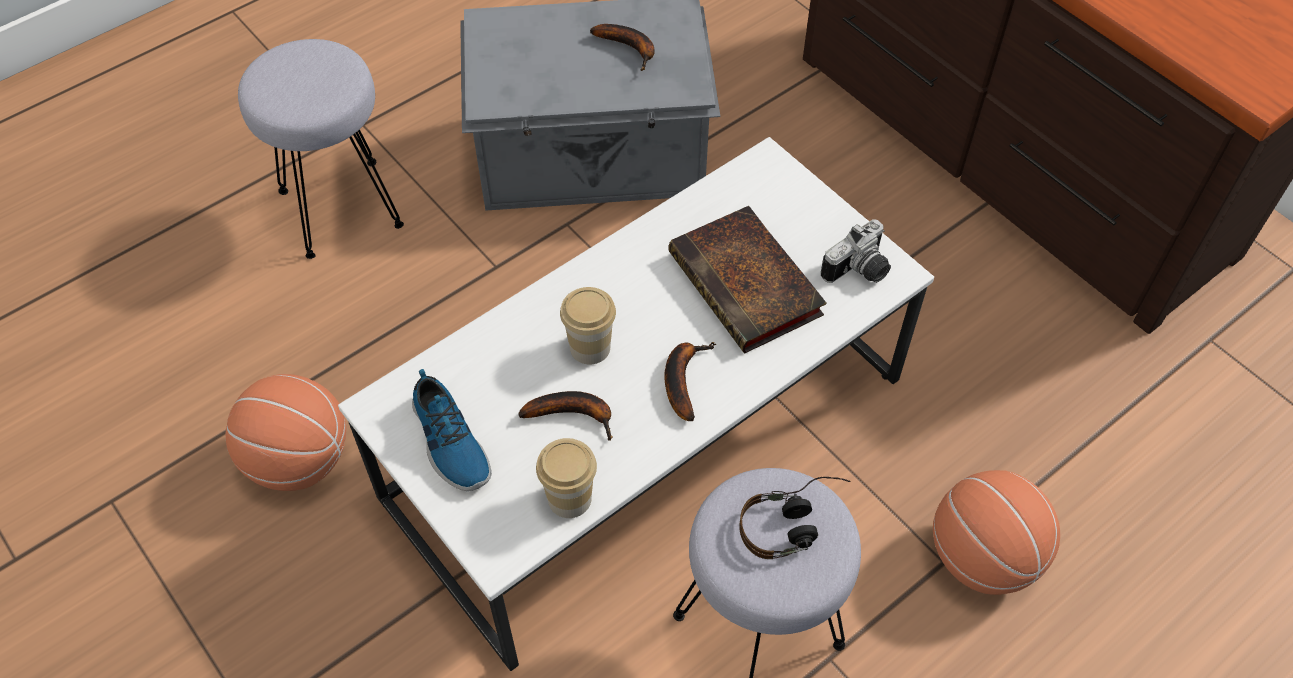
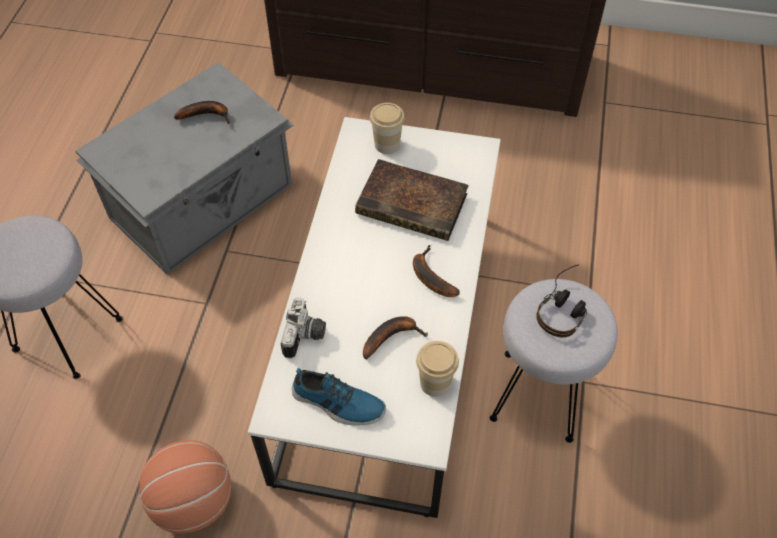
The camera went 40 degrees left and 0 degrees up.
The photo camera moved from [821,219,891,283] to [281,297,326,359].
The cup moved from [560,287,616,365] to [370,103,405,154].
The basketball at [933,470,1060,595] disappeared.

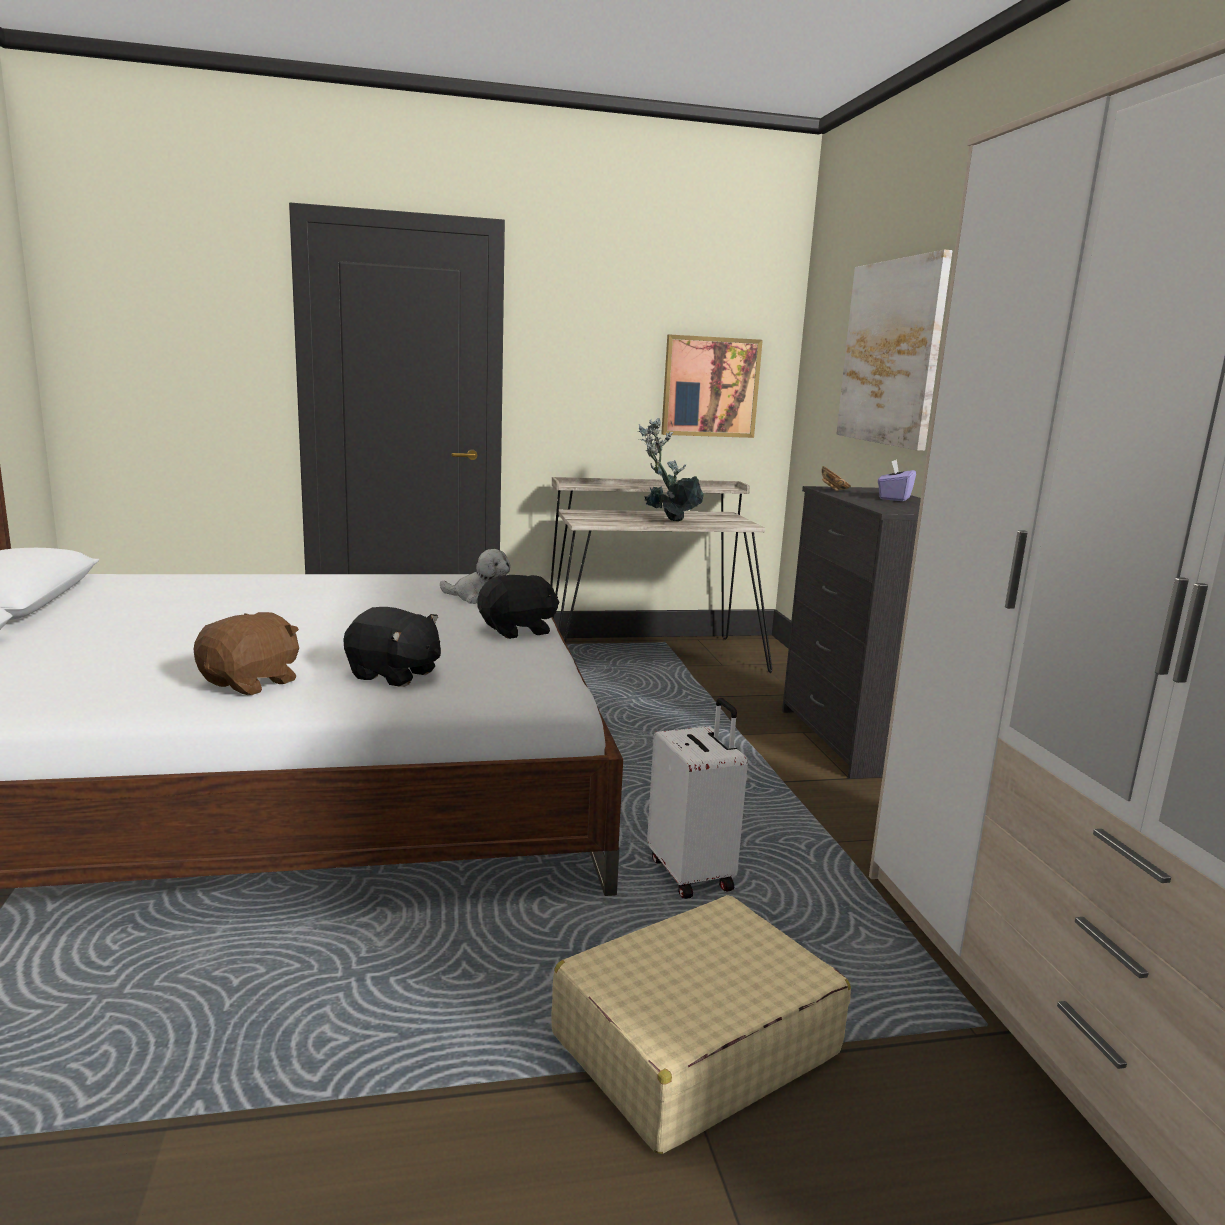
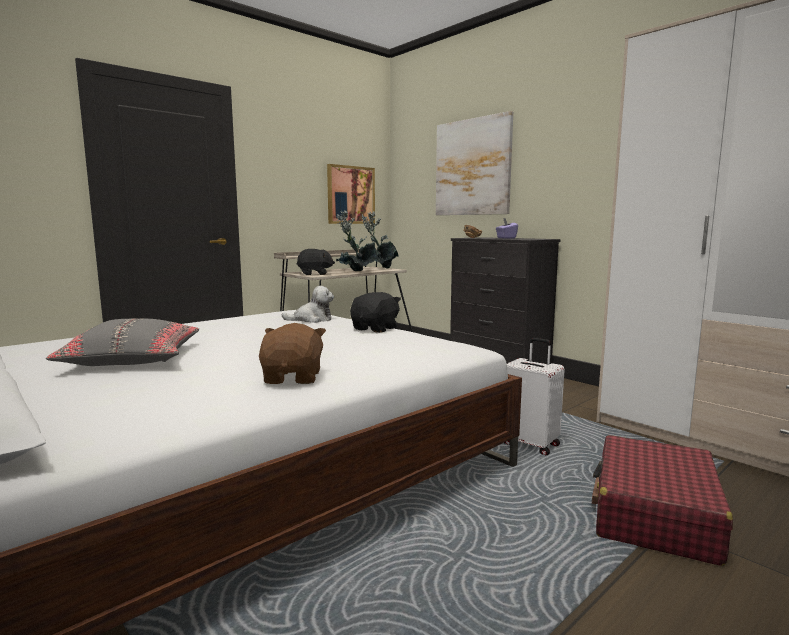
The camera went 30 degrees left and 5 degrees down.
The pillow (grey) at [46,319,199,366] appeared.
The plush toy (black) moved from [343,607,441,687] to [297,249,335,275].
The potted plant at [362,211,398,268] appeared.
The suitcase (beige) at [551,895,851,1154] became the suitcase (red) at [592,435,733,566].

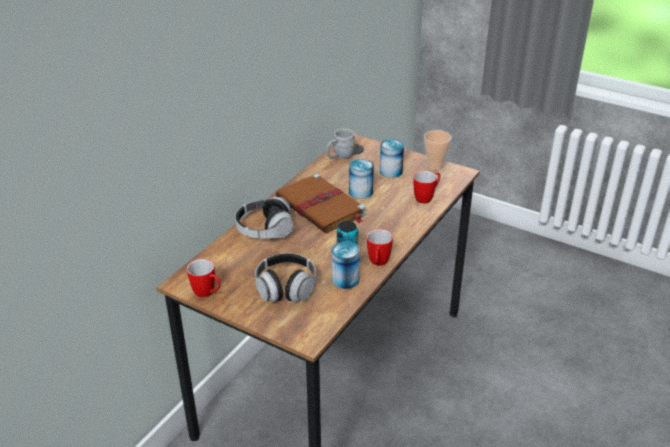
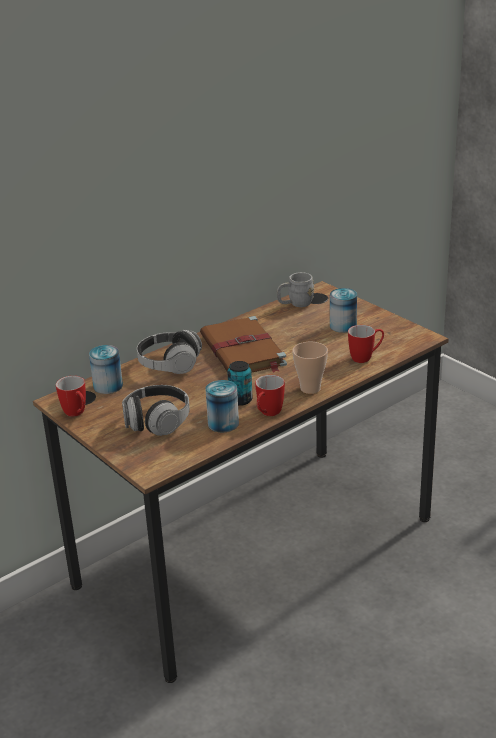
The camera went 20 degrees right and 5 degrees down.
The can moved from [349,159,374,199] to [89,345,123,394].
The cup moved from [424,130,451,170] to [292,342,328,394].

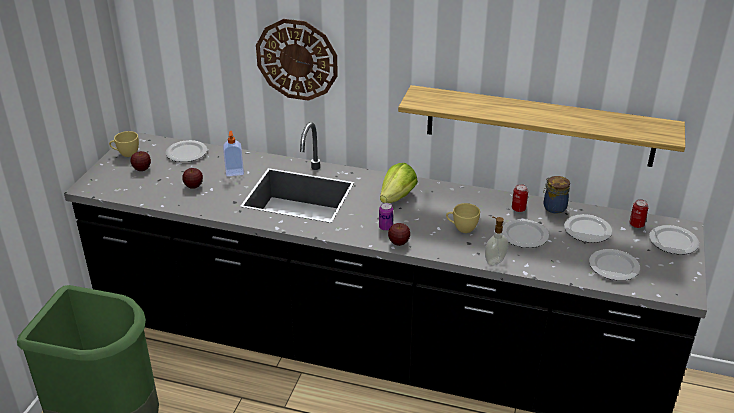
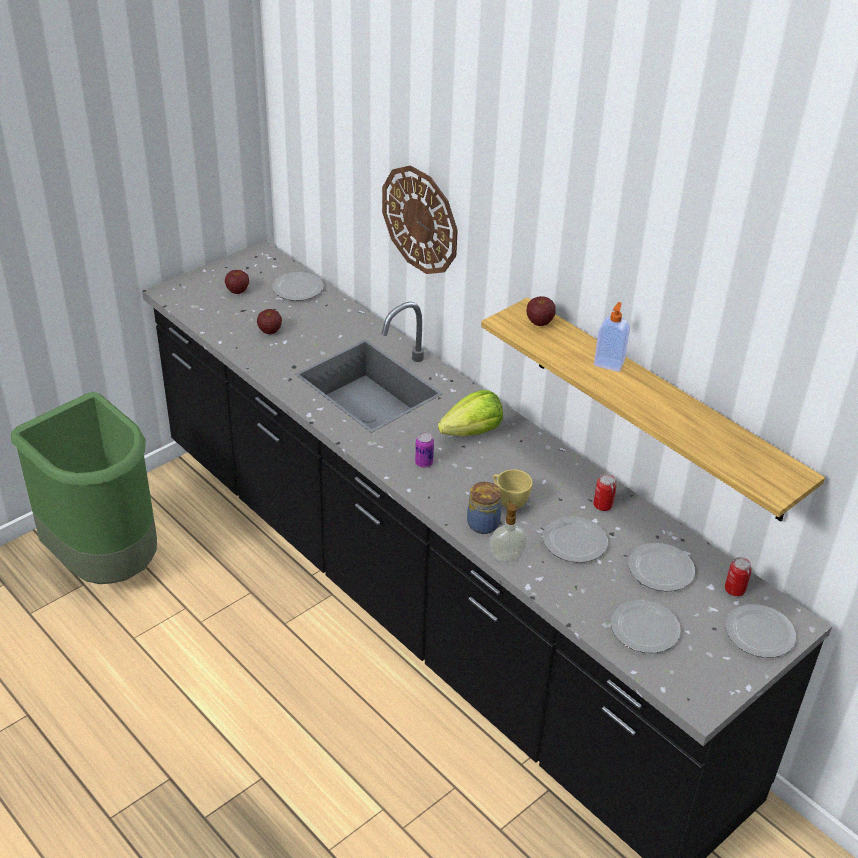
The camera went 30 degrees right and 5 degrees up.
The jar moved from [543,176,570,214] to [467,481,501,534].
The apple moved from [388,223,410,246] to [527,296,556,326].
The soap dispenser moved from [223,131,244,176] to [594,302,630,372].
The cup (yellow) at [109,131,139,157] disappeared.

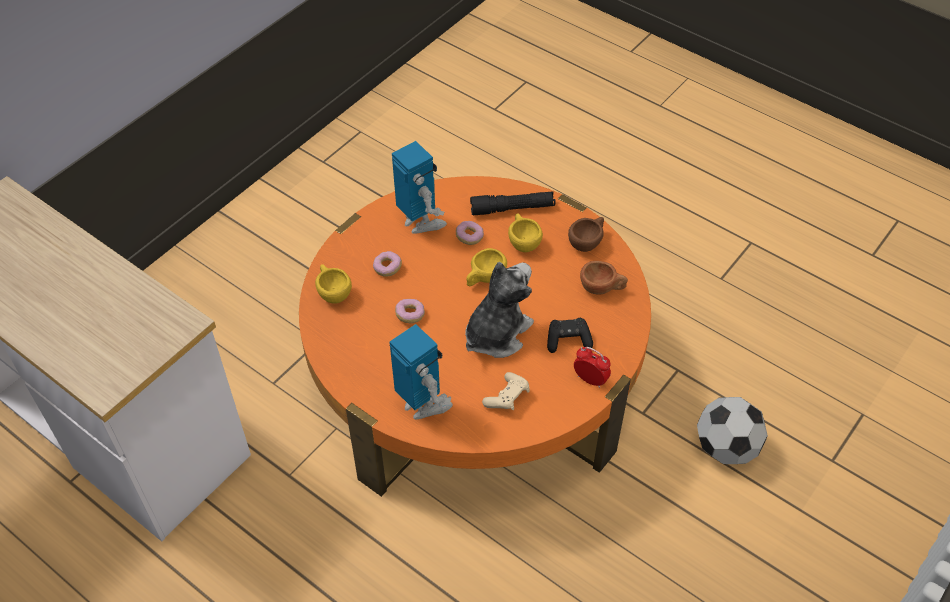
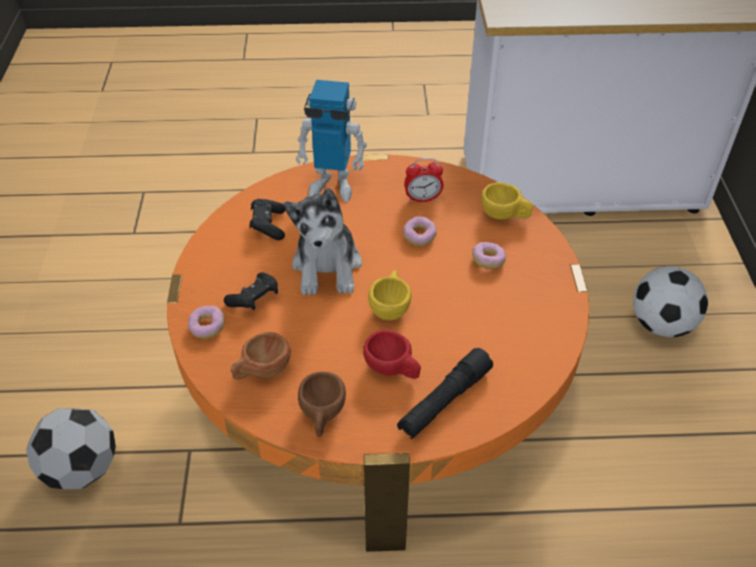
The camera went 140 degrees right and 5 degrees down.
The donut moved from [456,221,484,245] to [188,306,224,339].
The game controller (beige) at [482,372,529,410] became the game controller (black) at [250,199,285,240].
The cup (yellow) at [508,213,543,252] became the cup (red) at [363,330,421,379].
The alarm clock moved from [574,347,611,388] to [404,158,443,202].
The football at [633,266,708,337] appeared.
The toy robot at [392,141,447,234] disappeared.

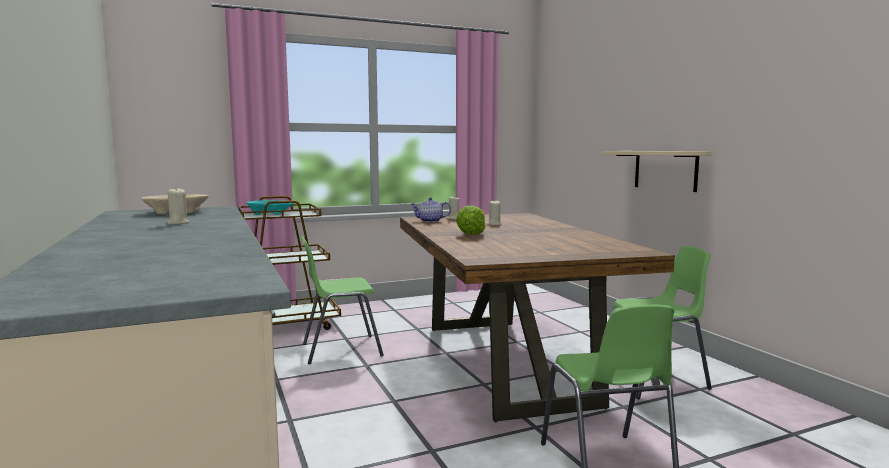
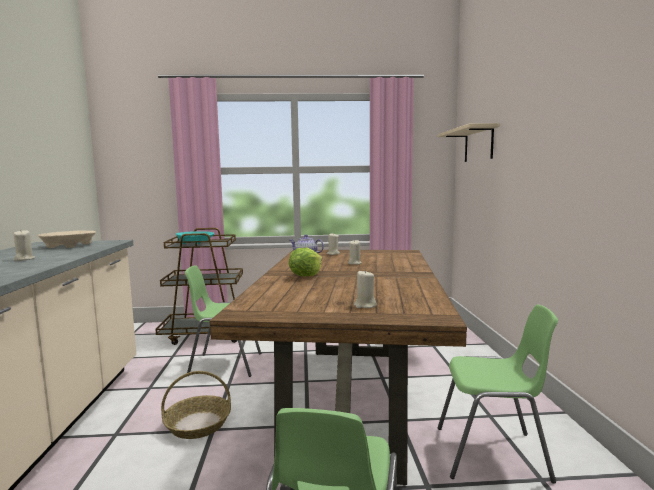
The camera went 20 degrees right and 0 degrees up.
The basket at [161,371,231,439] appeared.
The candle (beige) at [354,270,377,308] appeared.
The shelf (beige) moved from [602,151,712,192] to [438,123,500,162].

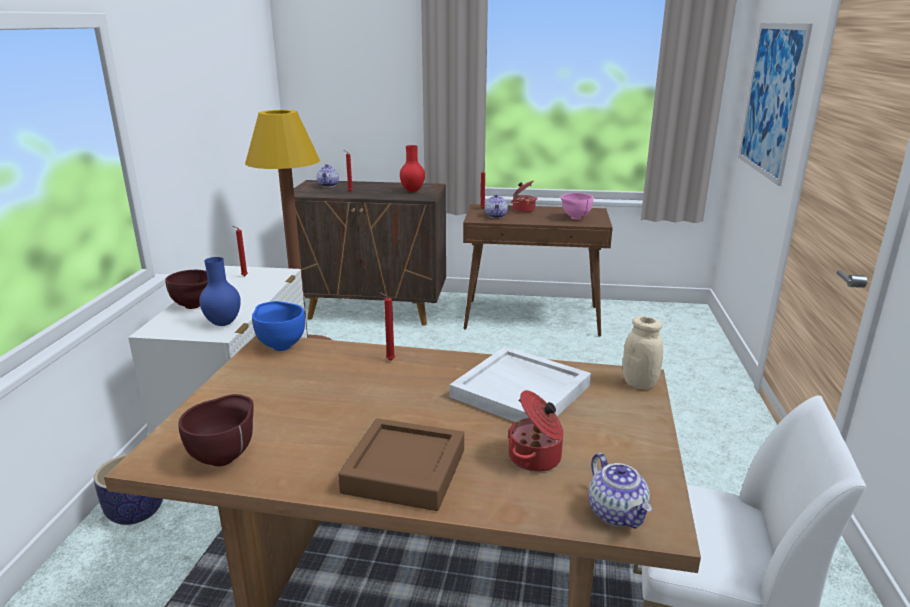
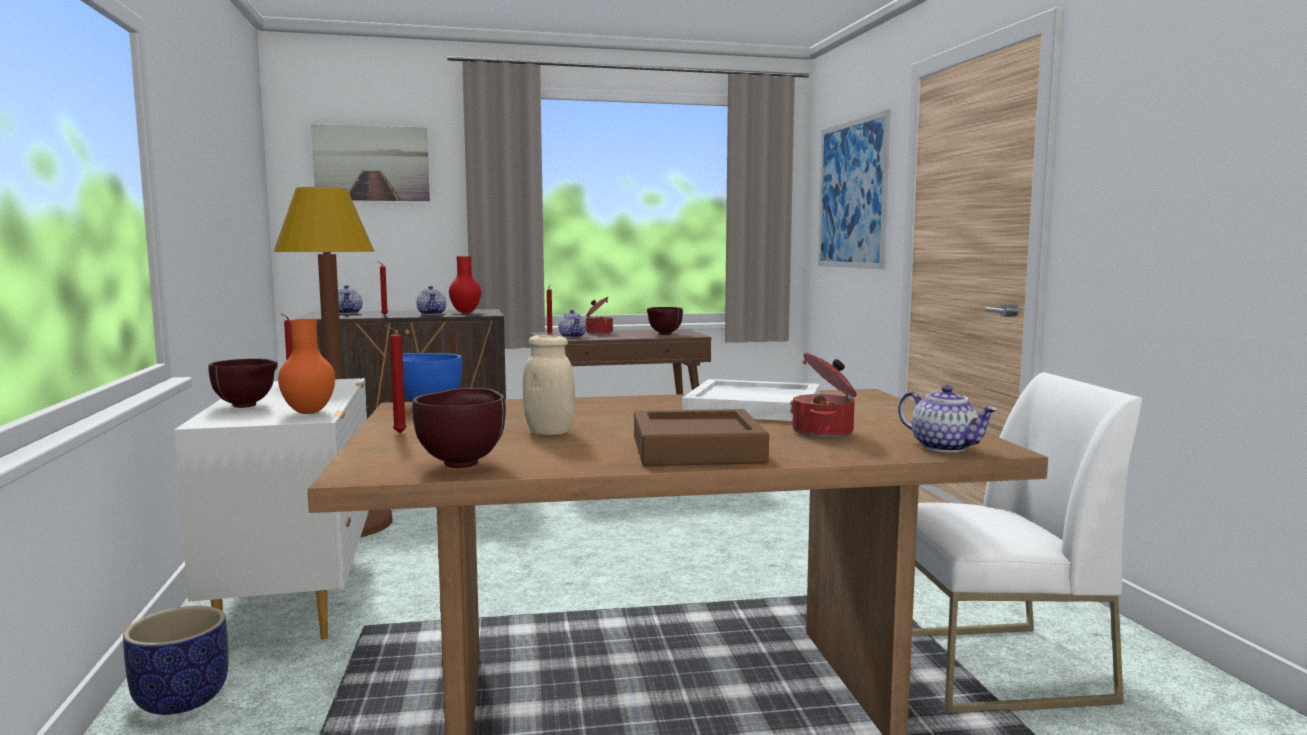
The camera went 20 degrees left and 15 degrees down.
The vase (blue) at [199,257,241,326] became the vase (orange) at [278,319,335,414].
The picture at [311,124,430,201] appeared.
The candle (red) moved from [380,292,395,360] to [384,325,407,433].
The teapot at [417,286,446,315] appeared.
The jar (beige) moved from [623,316,663,389] to [523,335,575,435].
The bowl (pink) at [561,193,593,220] became the bowl (brown) at [647,307,683,335].

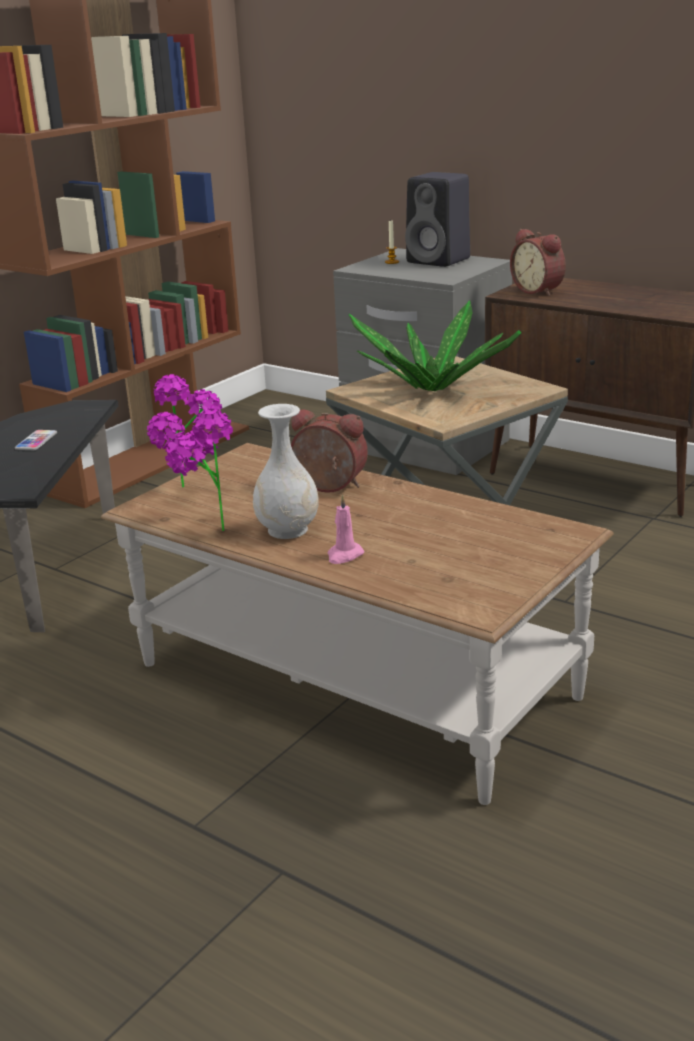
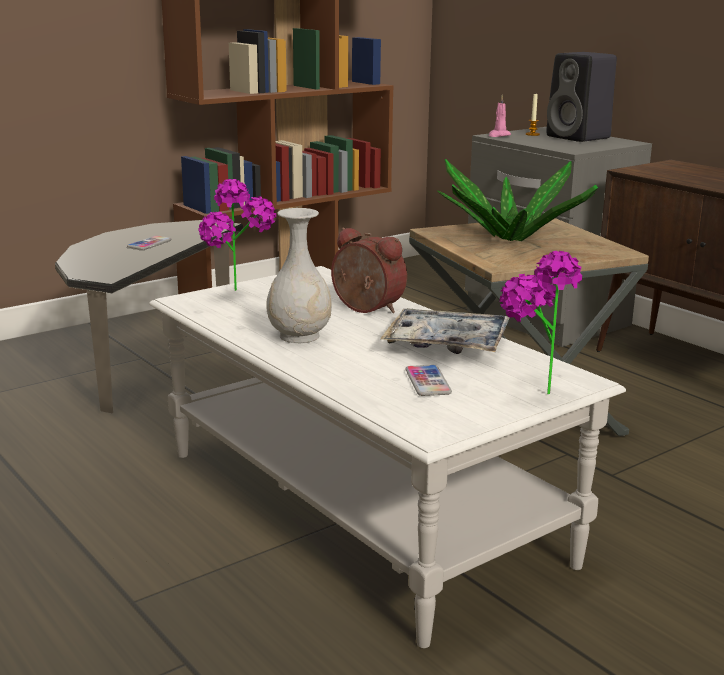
The camera went 15 degrees right and 5 degrees down.
The coffee table (brown) at [101,443,614,805] became the coffee table (white) at [149,266,626,648].
The tray at [380,308,510,354] appeared.
The phone at [405,365,452,396] appeared.
The candle (pink) moved from [328,494,364,564] to [489,95,511,137].
The potted plant moved from [165,409,233,531] to [500,251,582,394].
The alarm clock at [510,229,566,296] disappeared.

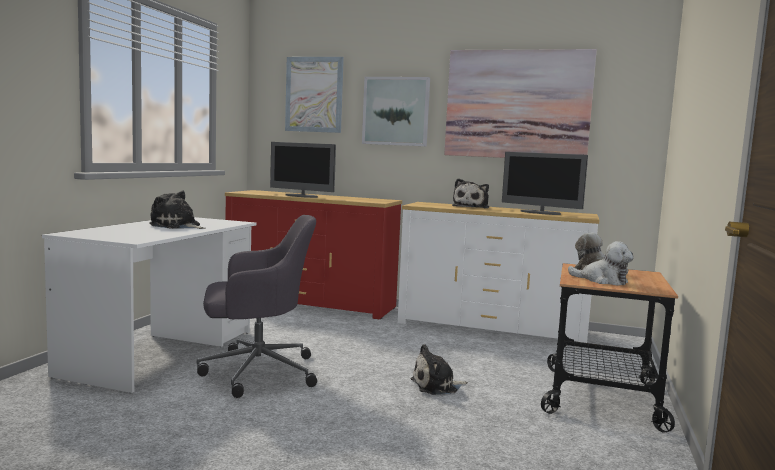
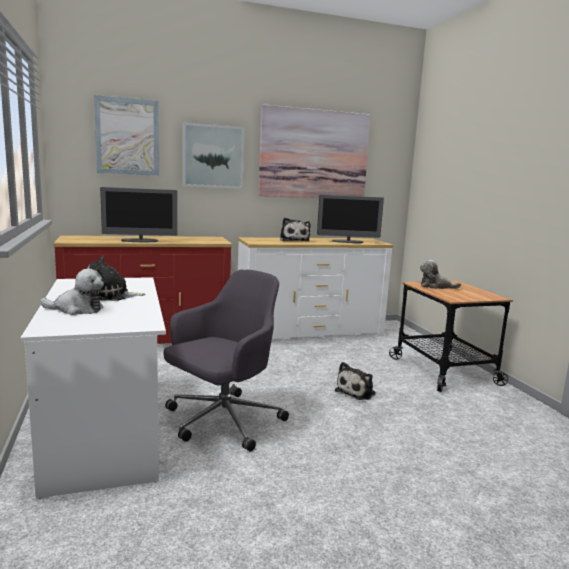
The camera went 35 degrees left and 5 degrees up.
The plush toy moved from [568,241,634,285] to [40,269,104,315].

